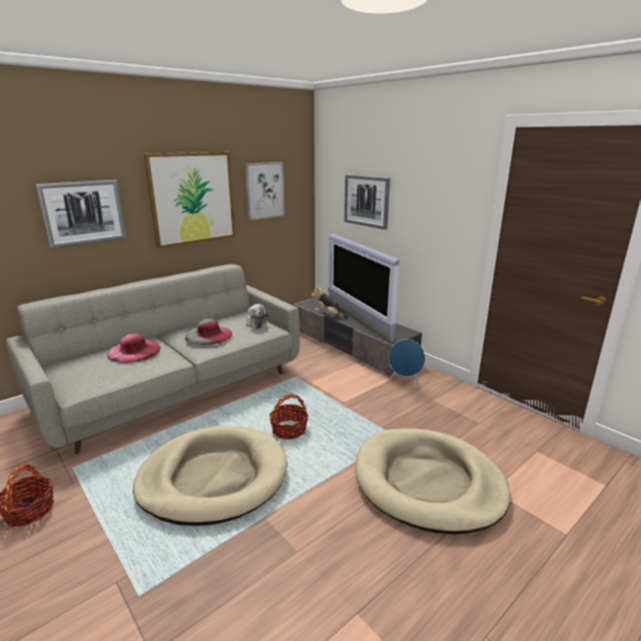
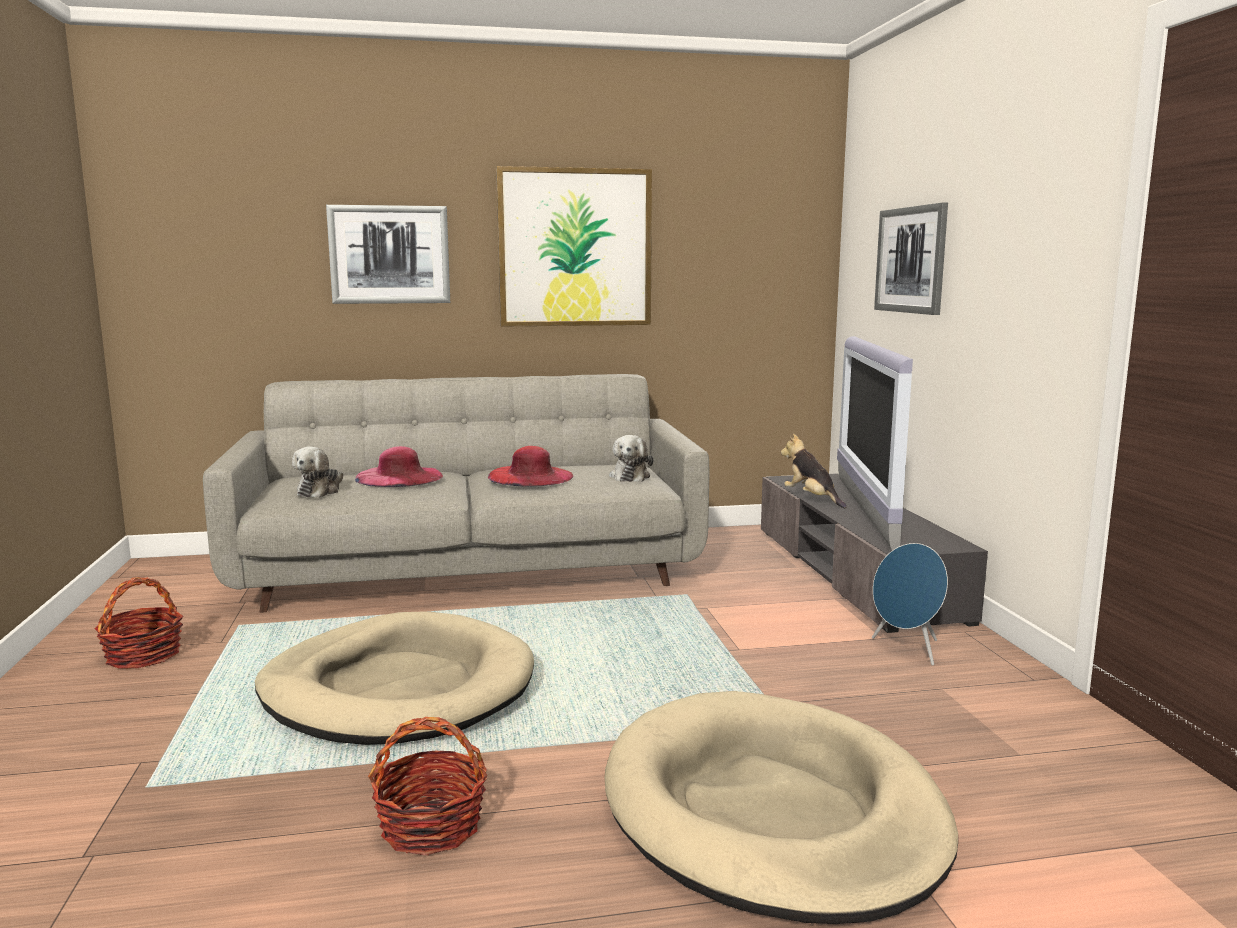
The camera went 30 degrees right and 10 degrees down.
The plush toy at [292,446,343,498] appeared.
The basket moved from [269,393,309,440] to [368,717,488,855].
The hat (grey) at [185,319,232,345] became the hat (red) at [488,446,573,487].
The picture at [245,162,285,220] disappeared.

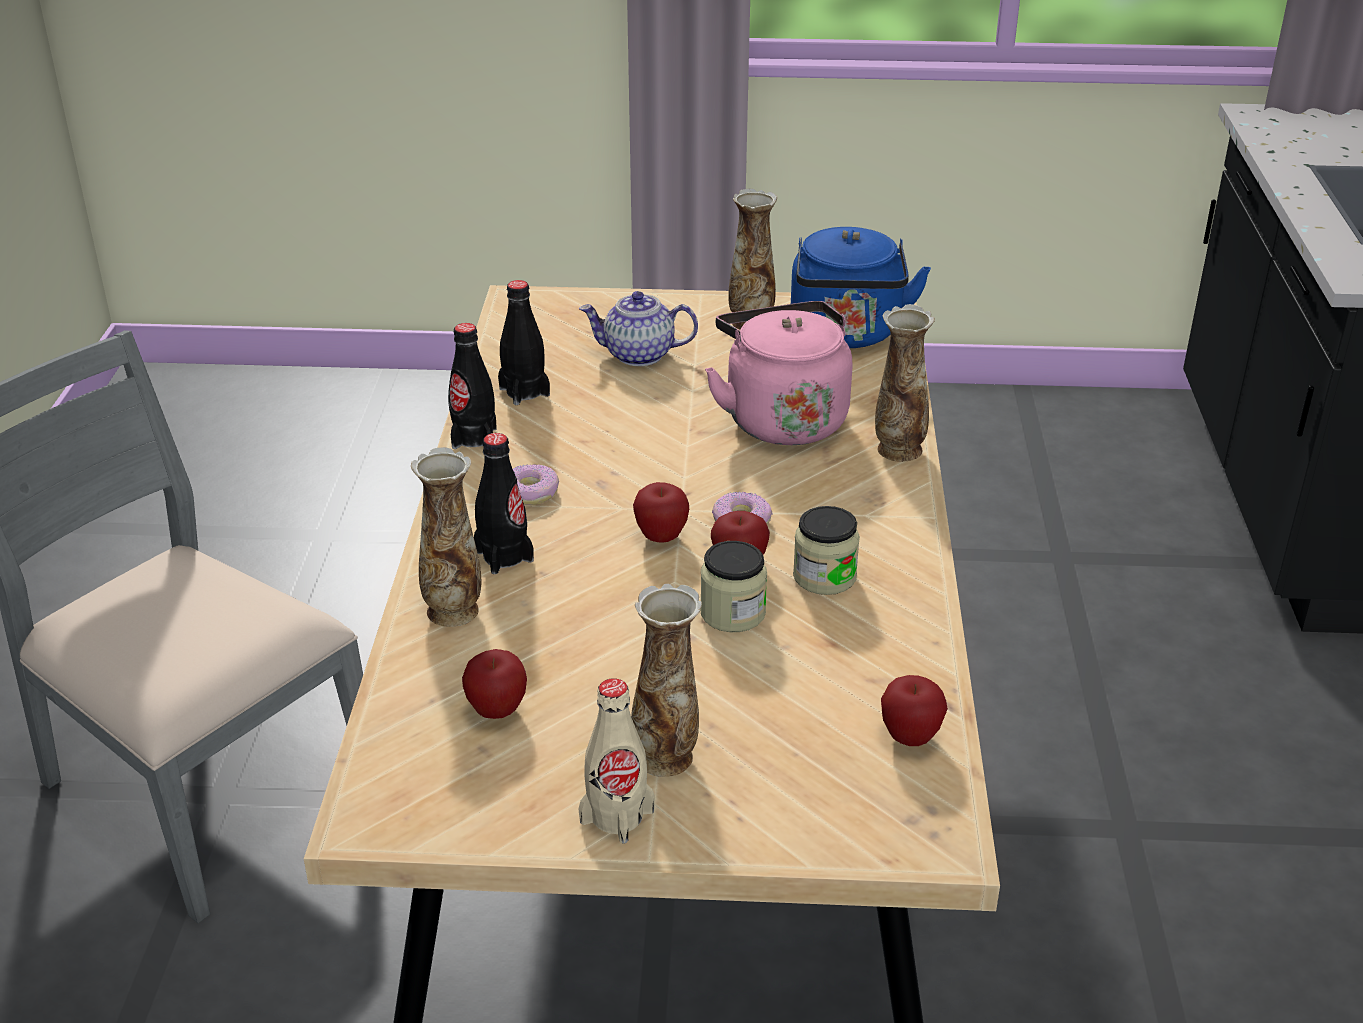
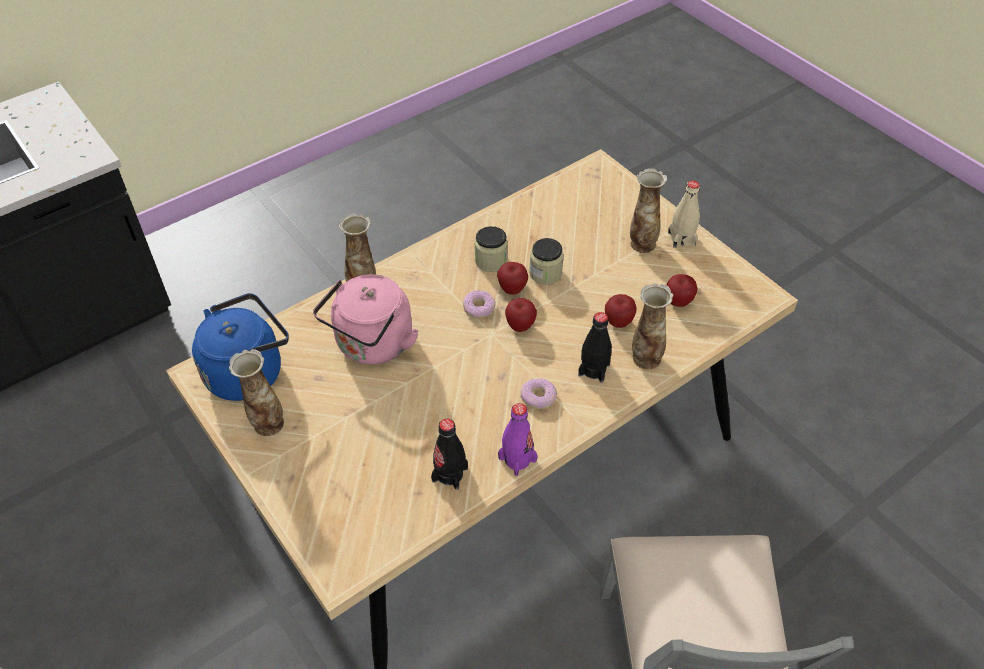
The camera went 130 degrees left and 15 degrees up.
The bottle (black) at [448,323,497,449] became the bottle (purple) at [498,403,538,476].
The apple moved from [881,675,948,746] to [605,294,637,328].
The teapot at [579,291,698,366] disappeared.

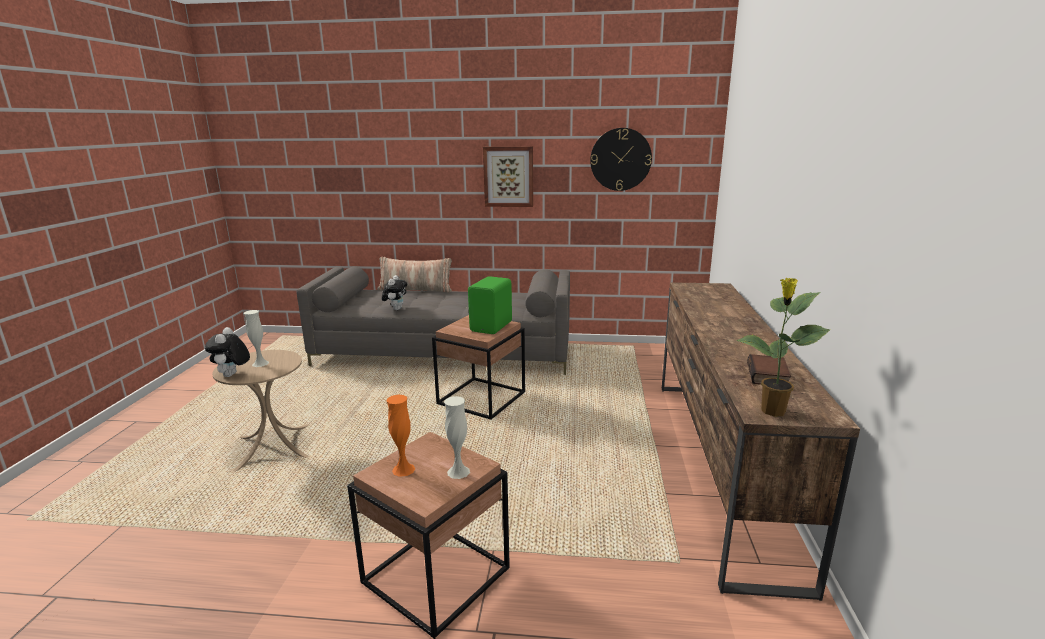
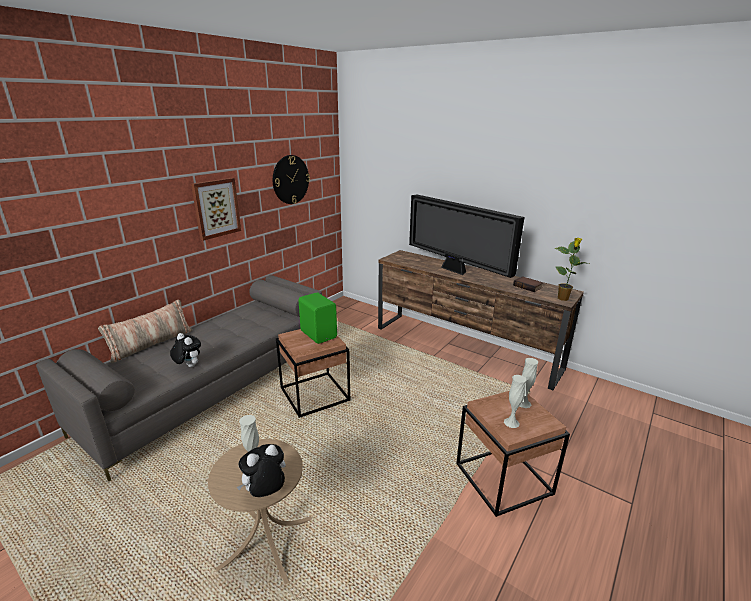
The camera went 60 degrees left and 5 degrees up.
The plush toy at [205,327,250,377] turned 120 degrees clockwise.
The television at [409,194,524,278] appeared.
The vase (orange) at [387,395,415,477] became the vase (white) at [504,375,527,428].

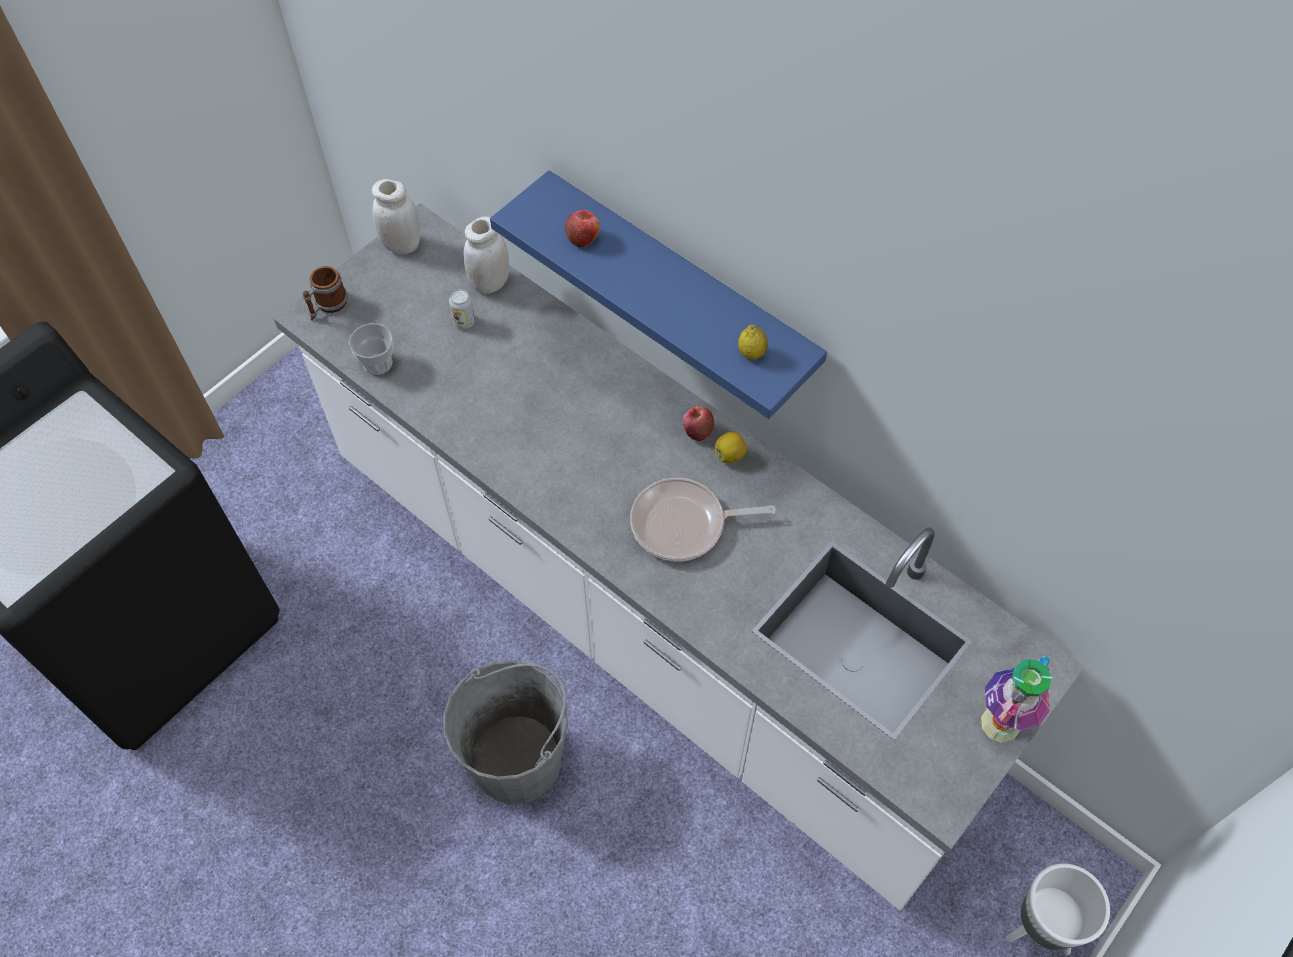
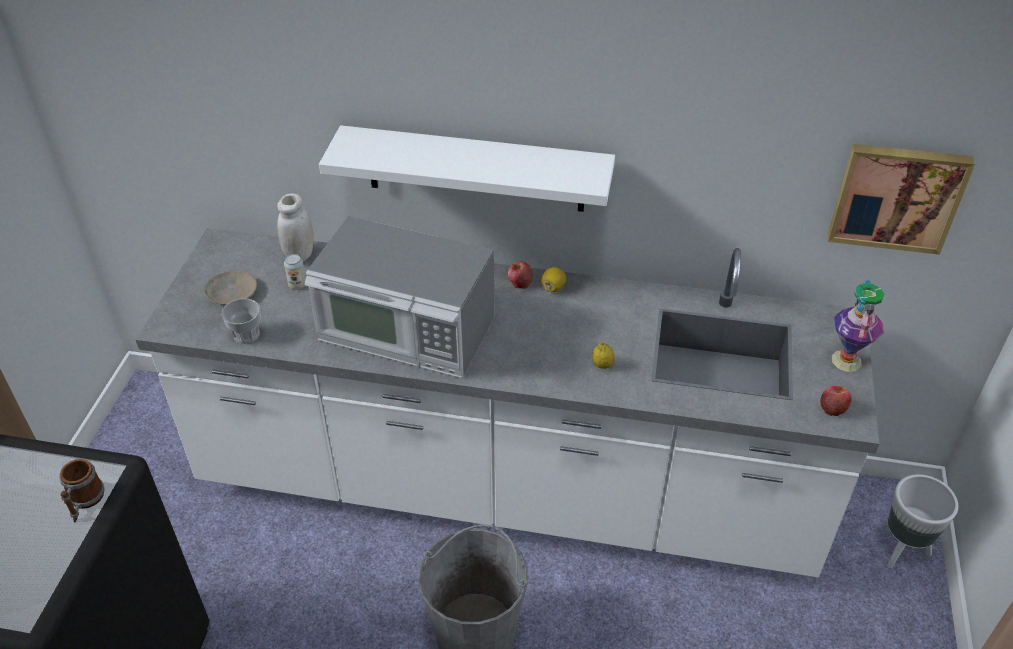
The camera went 30 degrees left and 15 degrees down.
The mug moved from [303,266,348,321] to [59,459,105,523].
The plate (beige) at [204,271,257,305] appeared.
The microwave at [305,216,495,378] appeared.
The shelf (blue) at [490,170,827,419] became the shelf (white) at [319,125,615,212].
The lemon moved from [738,325,768,360] to [592,342,615,369].
The apple moved from [565,210,600,247] to [821,385,852,416].
The picture at [828,144,975,255] appeared.
The jar (white) at [372,179,420,254] disappeared.
The frying pan at [630,478,776,561] disappeared.

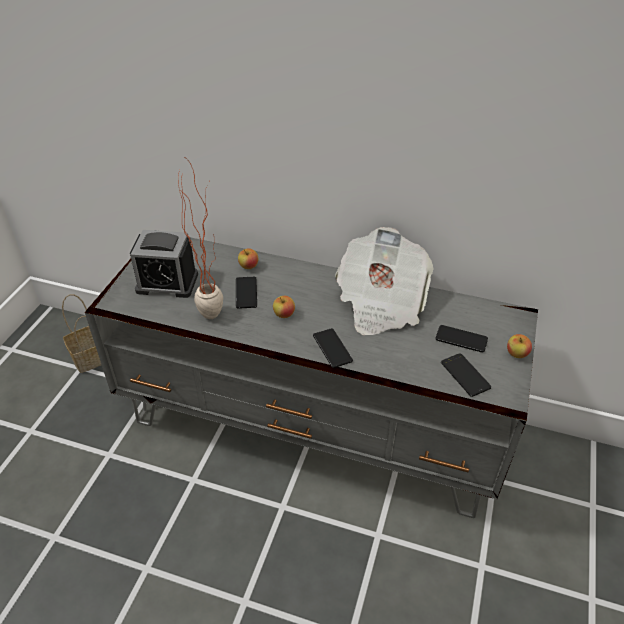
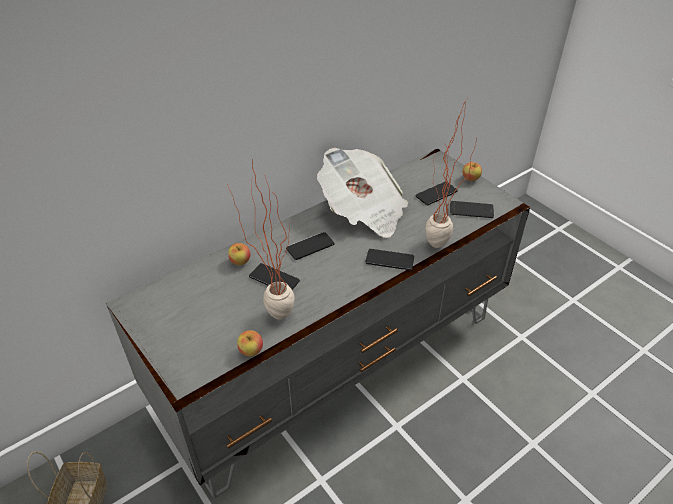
The camera went 55 degrees left and 0 degrees up.
The apple moved from [273,296,295,318] to [237,330,263,356].
The phone at [286,232,335,260] appeared.
The potted plant at [425,99,477,248] appeared.
The alarm clock at [130,230,198,298] disappeared.

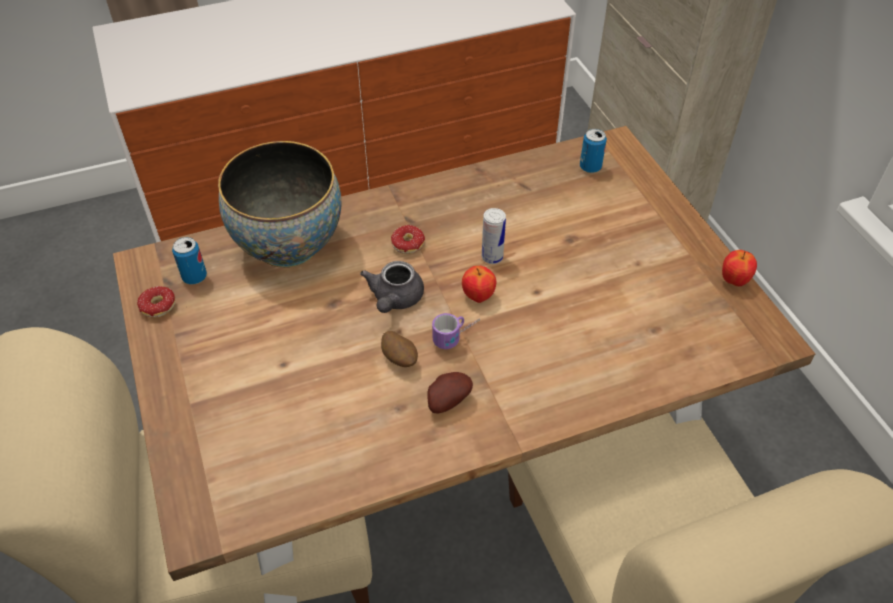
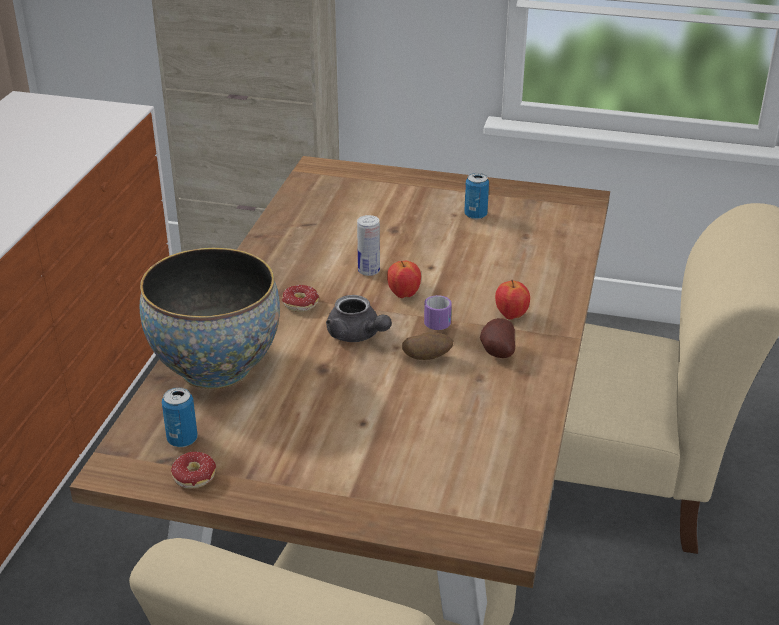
The camera went 55 degrees left and 15 degrees down.
The can moved from [580,129,607,173] to [464,173,489,219].
The apple moved from [722,250,757,286] to [495,280,530,320].

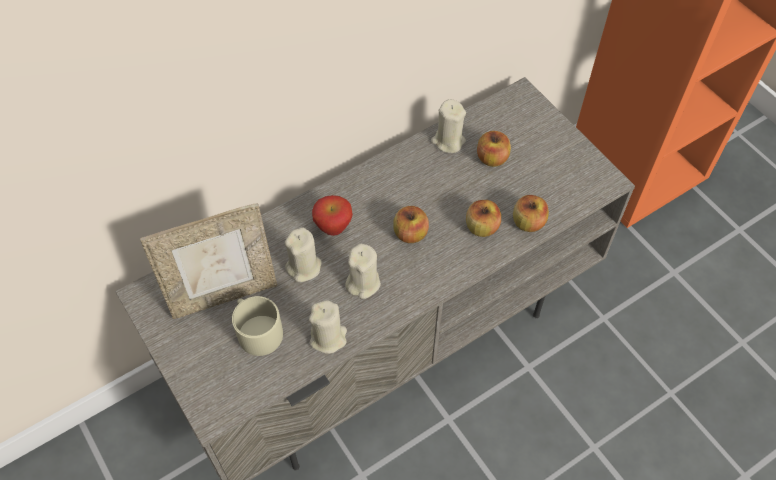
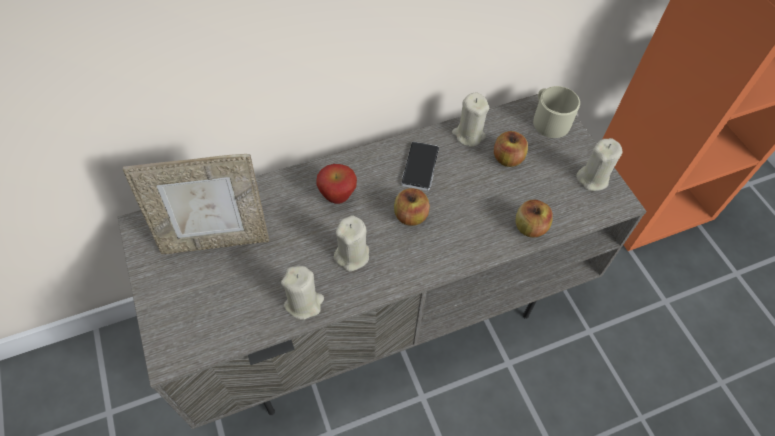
The camera went 10 degrees right and 0 degrees up.
The phone at [401,141,439,191] appeared.
The mug (beige) moved from [232,296,283,356] to [533,86,580,138].
The candle (beige) moved from [285,227,322,282] to [576,138,622,191].
The apple at [466,200,501,237] disappeared.

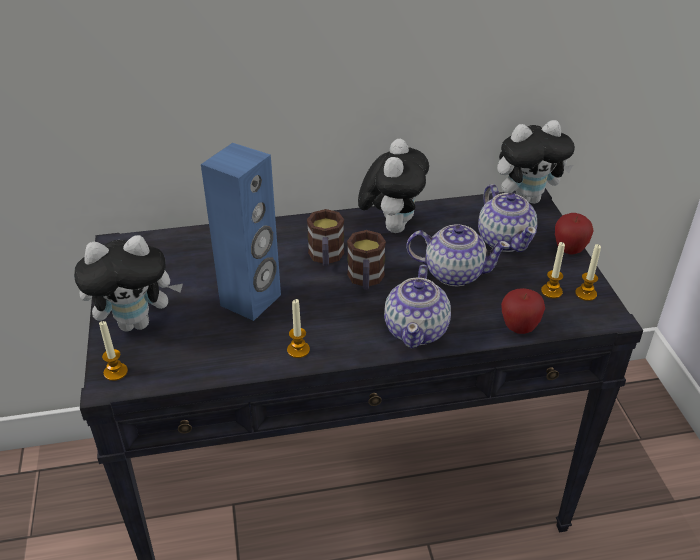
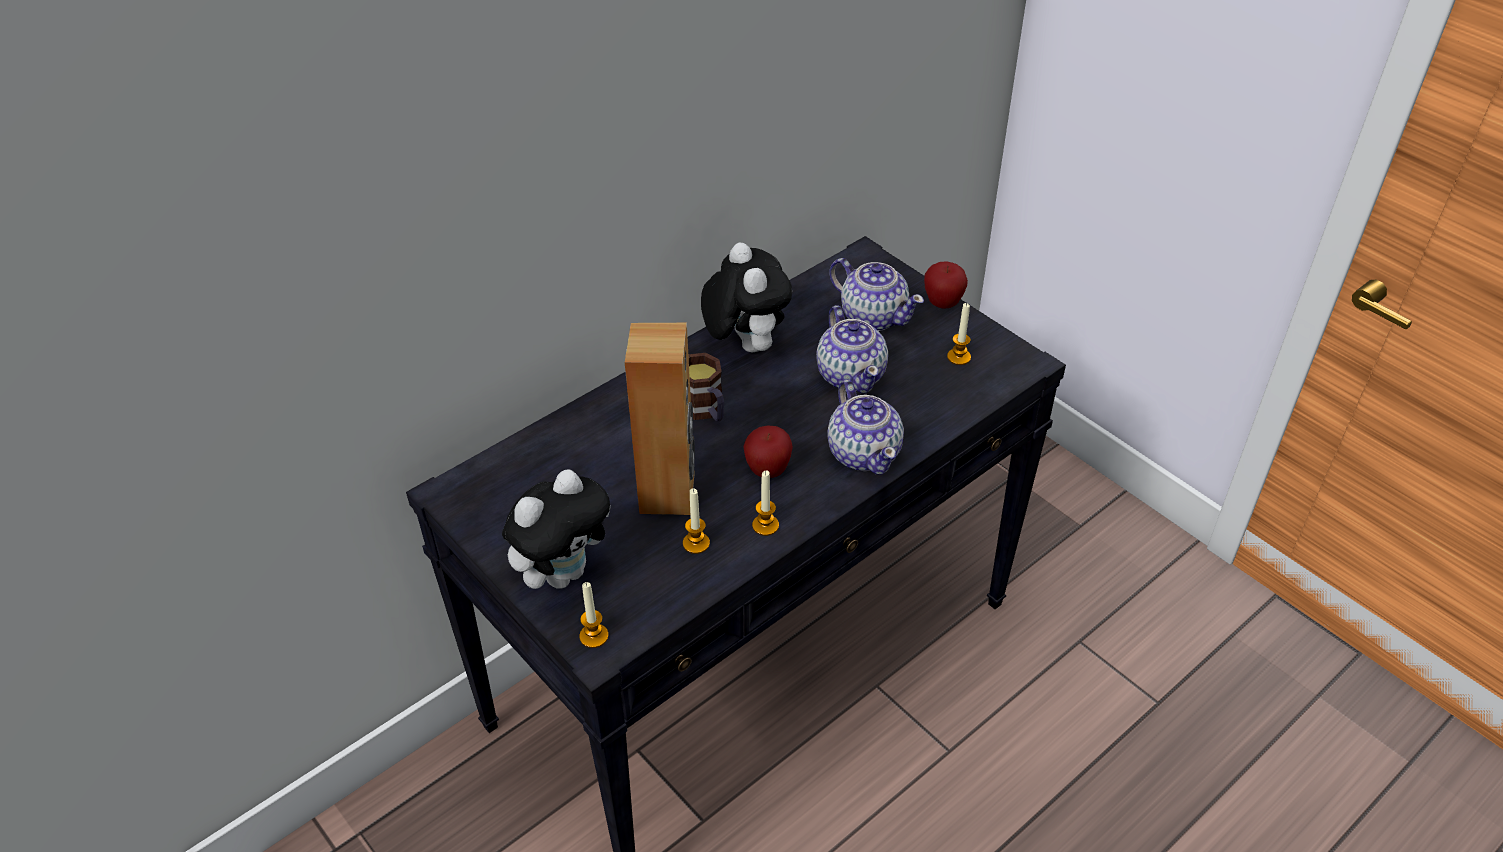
The camera went 30 degrees left and 5 degrees up.
The speaker (blue) at [201,143,281,321] became the speaker (brown) at [625,323,695,515].
The candle moved from [575,244,601,301] to [683,488,710,554].
The apple moved from [501,288,545,334] to [743,426,793,478].
The teapot at [406,224,510,286] turned 90 degrees clockwise.
The mug at [347,230,386,290] disappeared.
The plush toy at [497,120,575,204] disappeared.

